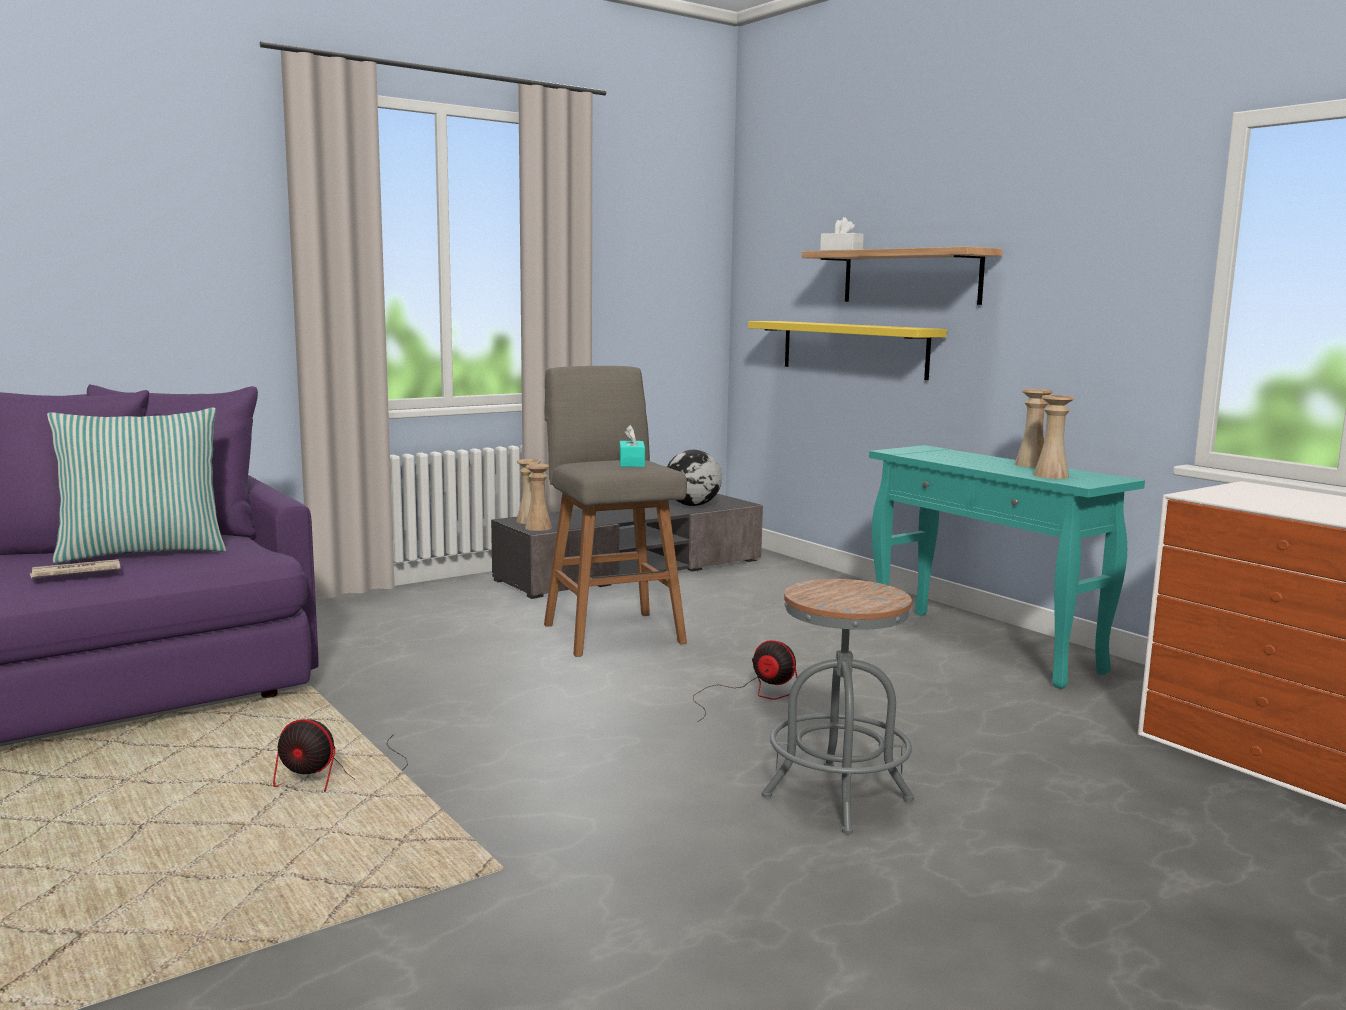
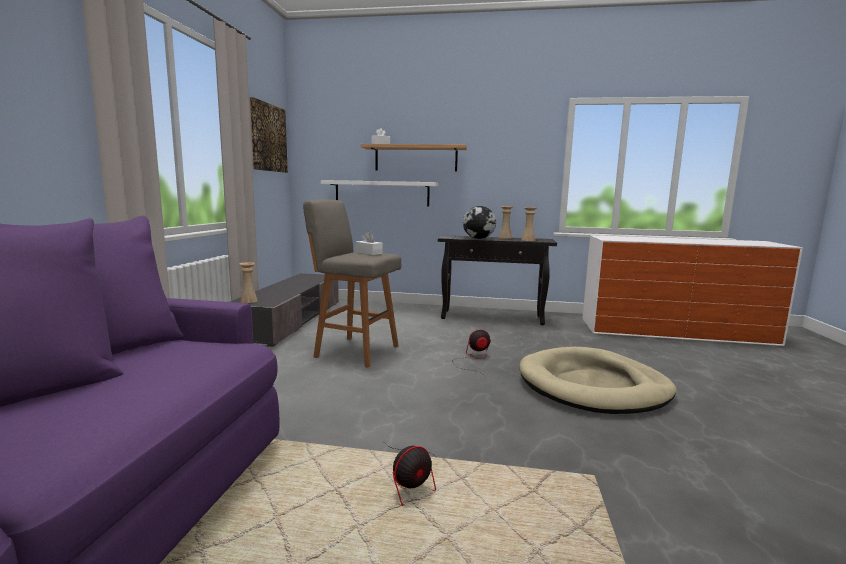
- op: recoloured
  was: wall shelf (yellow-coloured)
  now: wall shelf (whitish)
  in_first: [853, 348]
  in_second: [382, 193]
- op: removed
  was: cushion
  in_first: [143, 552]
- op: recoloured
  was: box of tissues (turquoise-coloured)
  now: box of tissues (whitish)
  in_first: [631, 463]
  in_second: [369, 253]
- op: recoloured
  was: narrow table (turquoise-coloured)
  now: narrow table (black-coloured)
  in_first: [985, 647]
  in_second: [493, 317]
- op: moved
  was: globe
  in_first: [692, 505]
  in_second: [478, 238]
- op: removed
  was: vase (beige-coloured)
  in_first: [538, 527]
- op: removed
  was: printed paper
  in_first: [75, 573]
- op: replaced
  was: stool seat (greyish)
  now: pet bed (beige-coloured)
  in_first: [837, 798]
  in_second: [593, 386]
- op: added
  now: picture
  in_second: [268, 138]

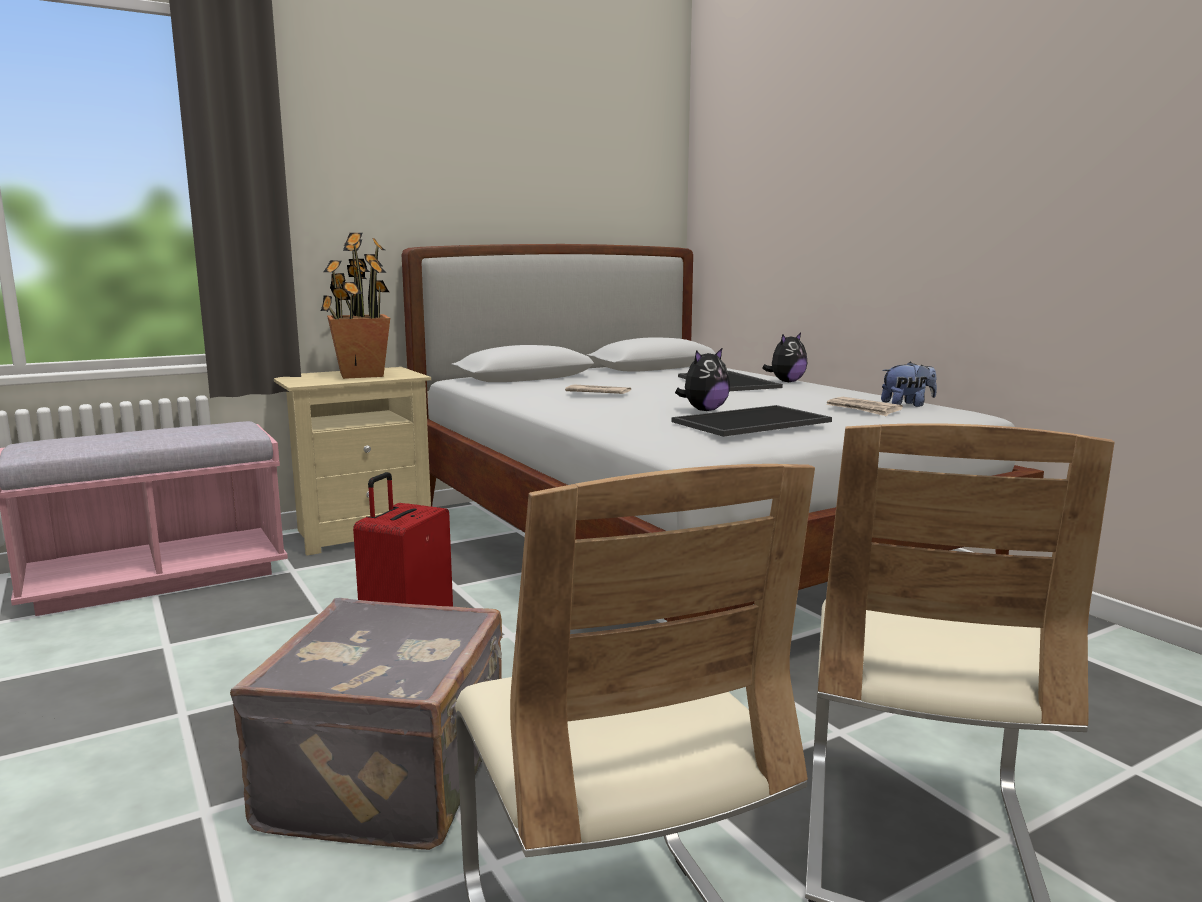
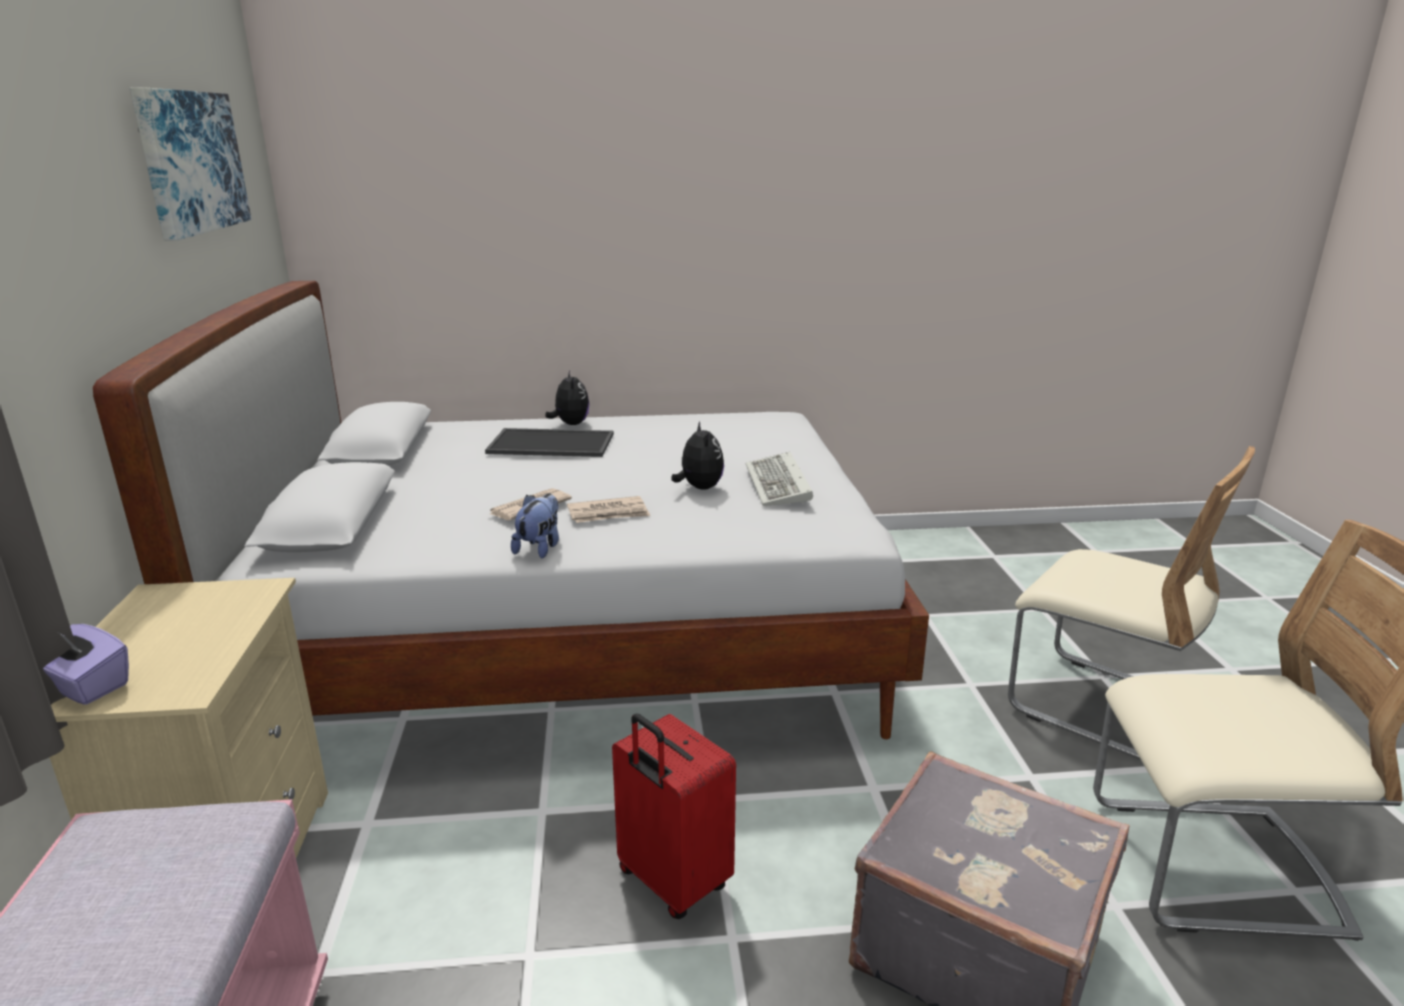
- op: removed
  was: potted plant
  in_first: [361, 375]
- op: moved
  was: plush toy
  in_first: [907, 405]
  in_second: [540, 547]
- op: moved
  was: printed paper
  in_first: [863, 409]
  in_second: [608, 514]
- op: replaced
  was: serving tray
  now: keyboard
  in_first: [752, 422]
  in_second: [779, 485]
- op: added
  now: picture
  in_second: [190, 162]
- op: added
  now: box of tissues (purplish)
  in_second: [85, 686]

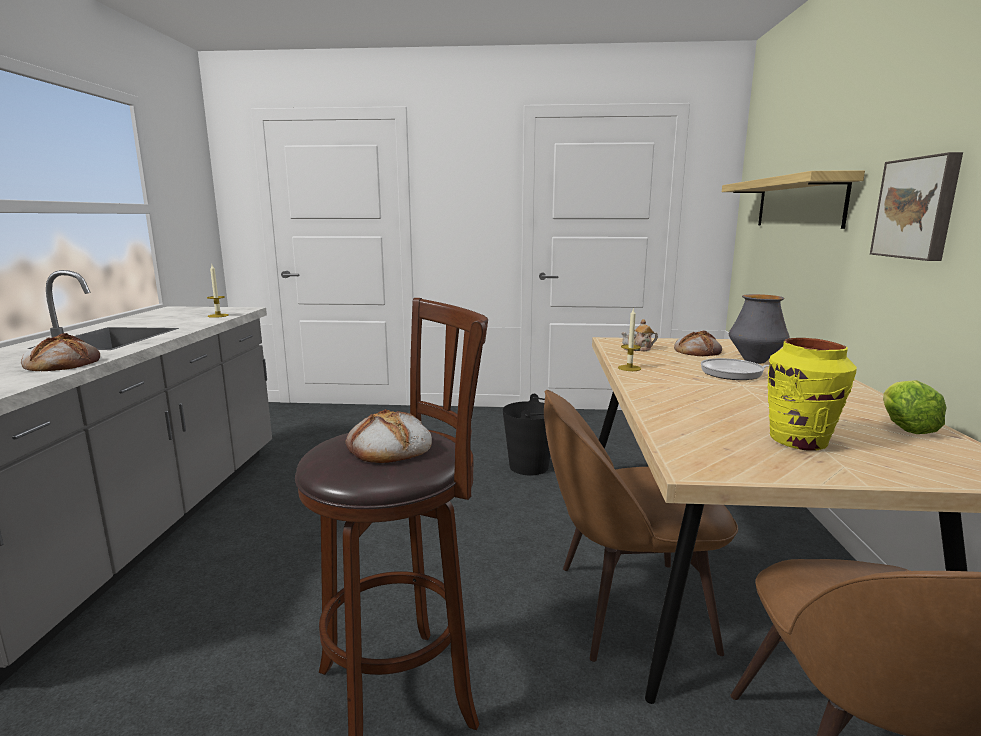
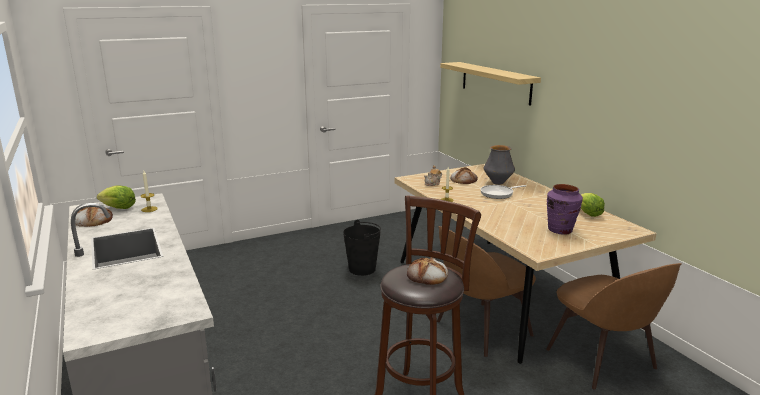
- op: removed
  was: picture
  in_first: [917, 208]
- op: moved
  was: baked bread
  in_first: [62, 363]
  in_second: [93, 220]
- op: recoloured
  was: vase (yellow-coloured)
  now: vase (purplish)
  in_first: [799, 441]
  in_second: [560, 230]
- op: added
  now: lettuce
  in_second: [118, 208]

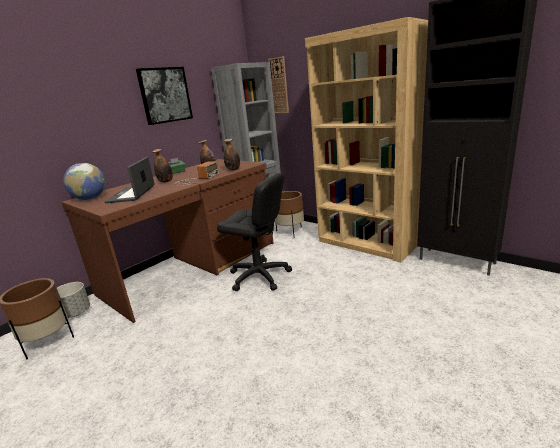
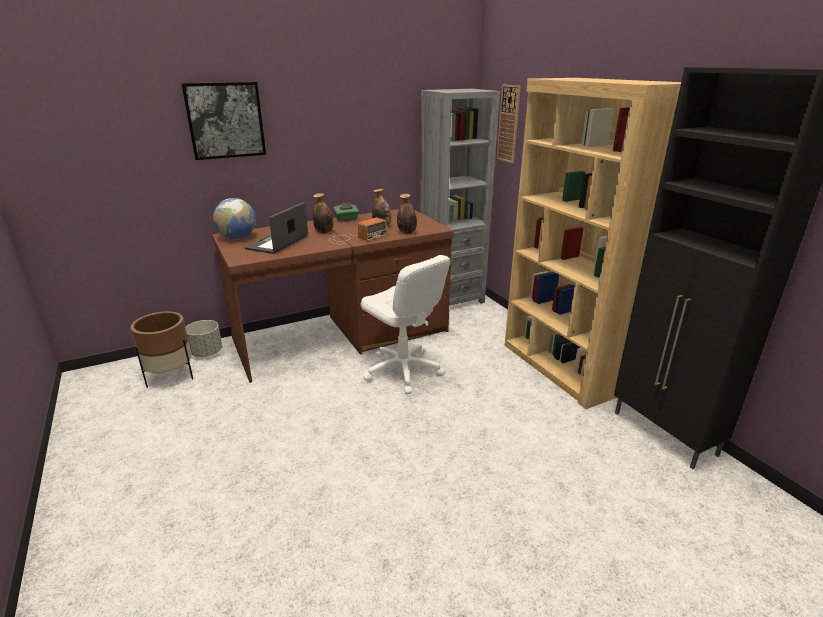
- op: moved
  was: picture
  in_first: [165, 95]
  in_second: [225, 120]
- op: recoloured
  was: office chair (black-coloured)
  now: office chair (whitish)
  in_first: [259, 276]
  in_second: [403, 371]
- op: removed
  was: planter (brownish)
  in_first: [290, 232]

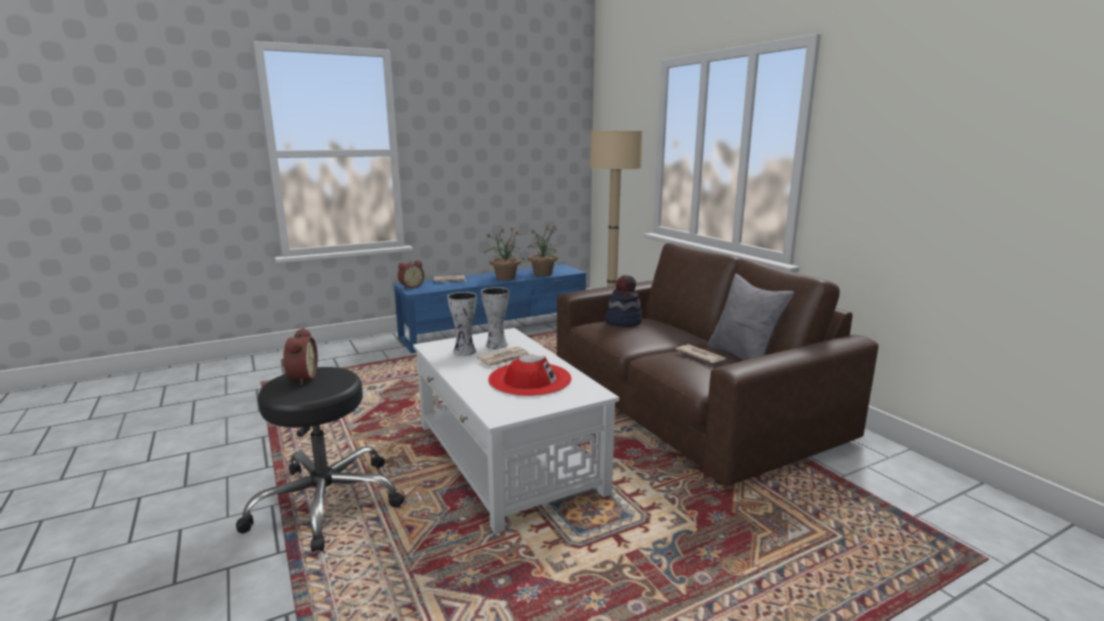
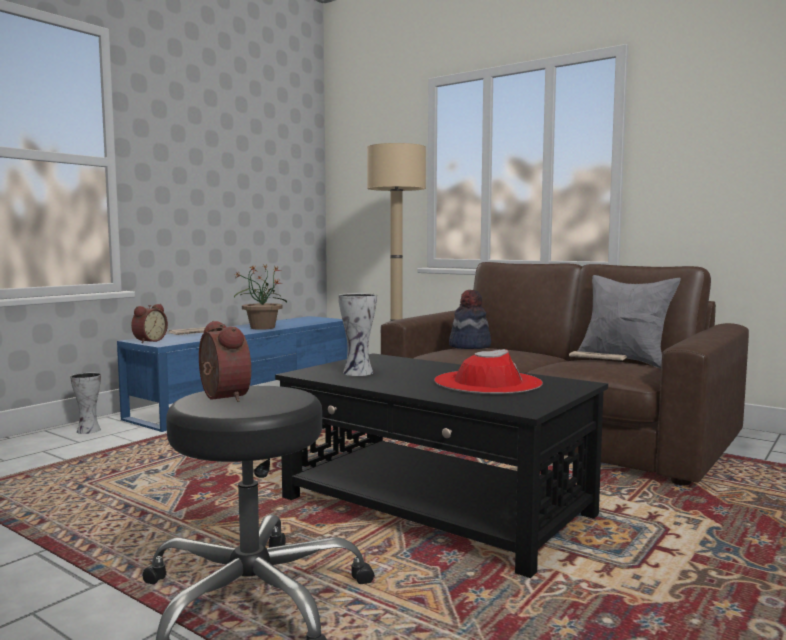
- op: removed
  was: potted plant
  in_first: [543, 273]
- op: moved
  was: vase
  in_first: [495, 345]
  in_second: [87, 430]
- op: recoloured
  was: lounge table (whitish)
  now: lounge table (black-coloured)
  in_first: [506, 459]
  in_second: [436, 508]
- op: removed
  was: printed paper
  in_first: [505, 359]

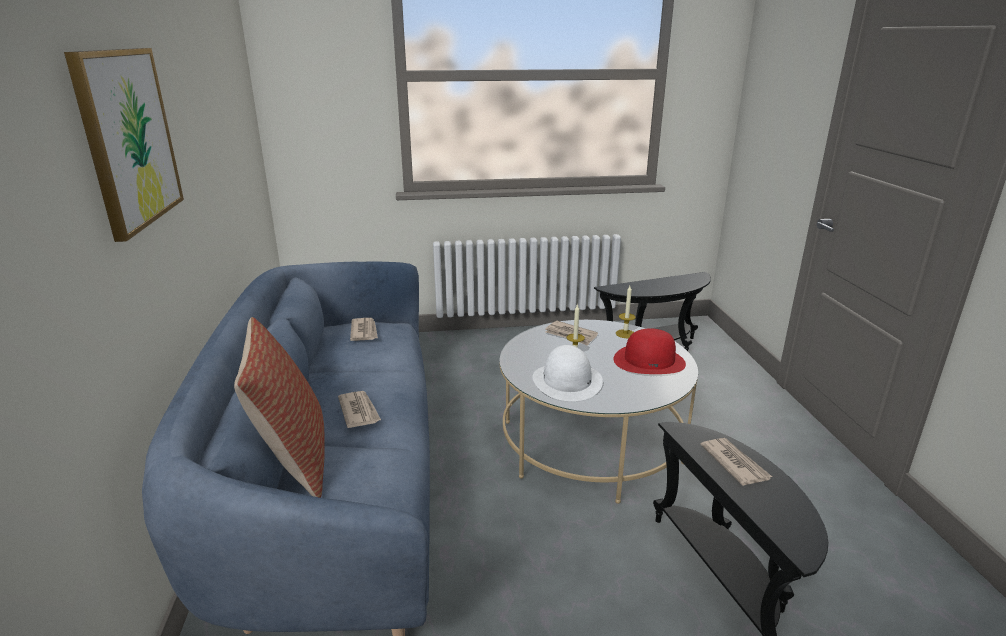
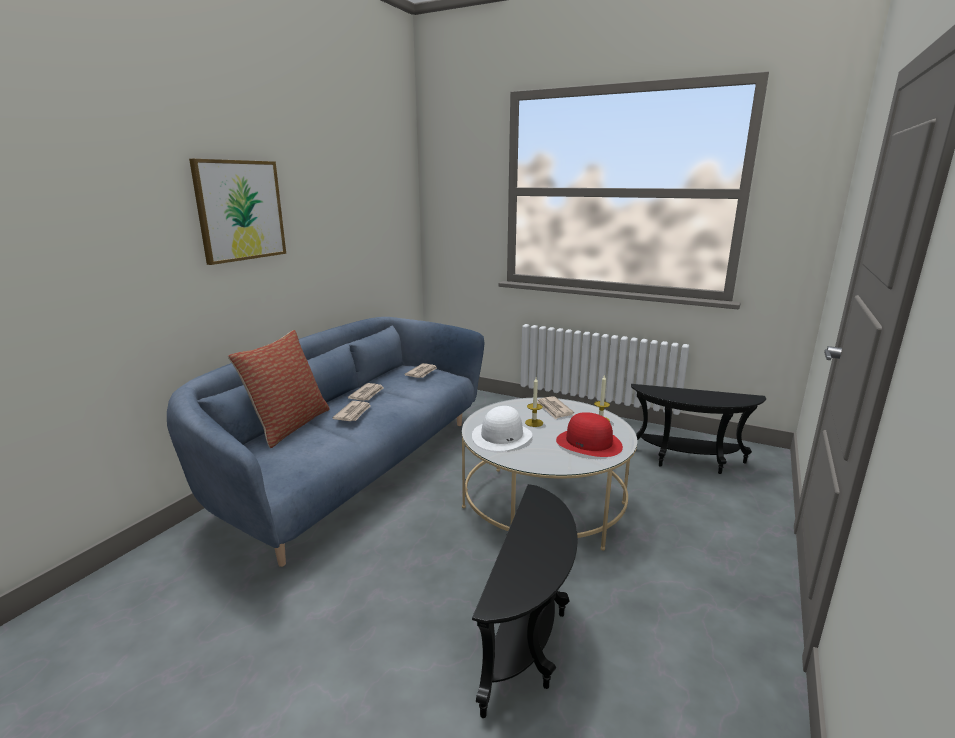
- op: moved
  was: printed paper
  in_first: [734, 463]
  in_second: [367, 394]

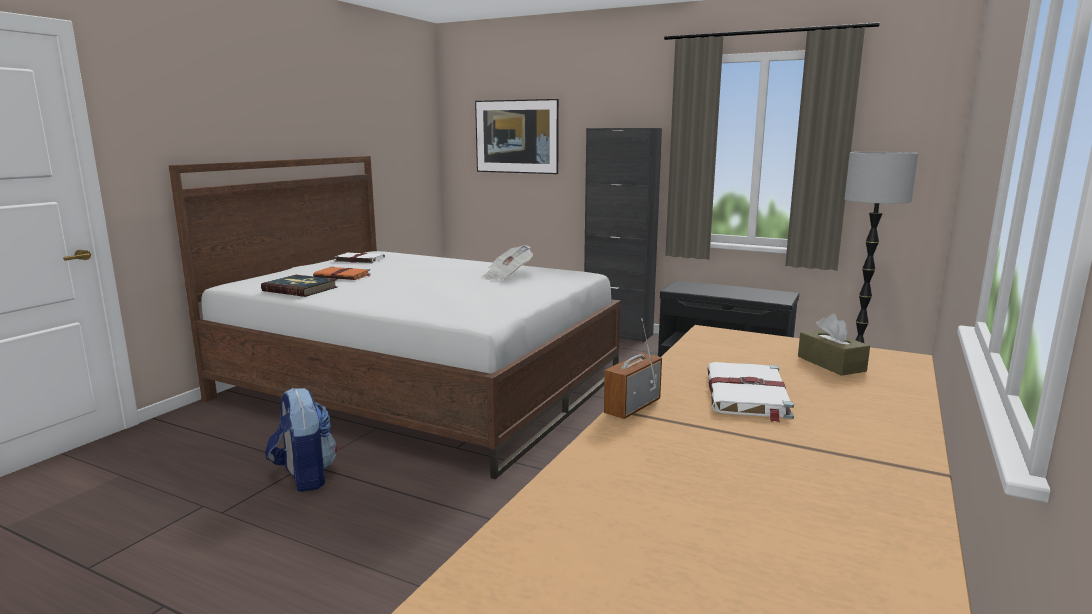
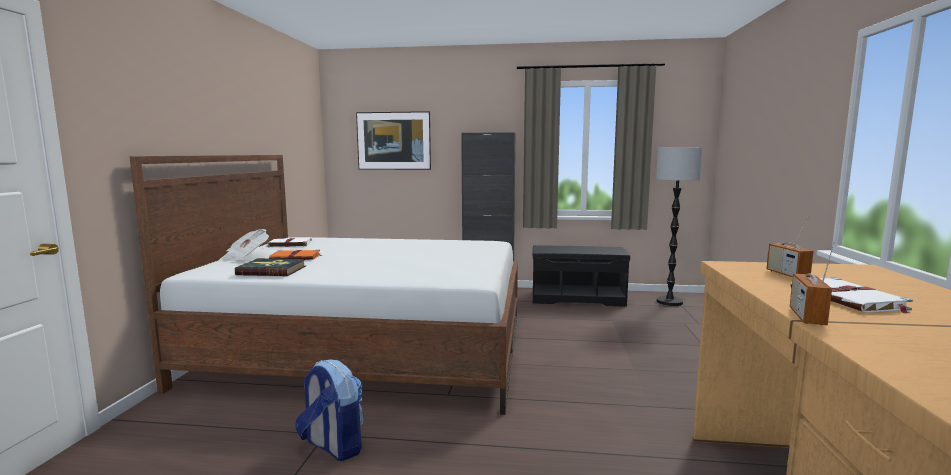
- op: moved
  was: printed paper
  in_first: [507, 277]
  in_second: [245, 258]
- op: removed
  was: box of tissues (brownish)
  in_first: [831, 363]
- op: added
  now: radio set
  in_second: [787, 274]

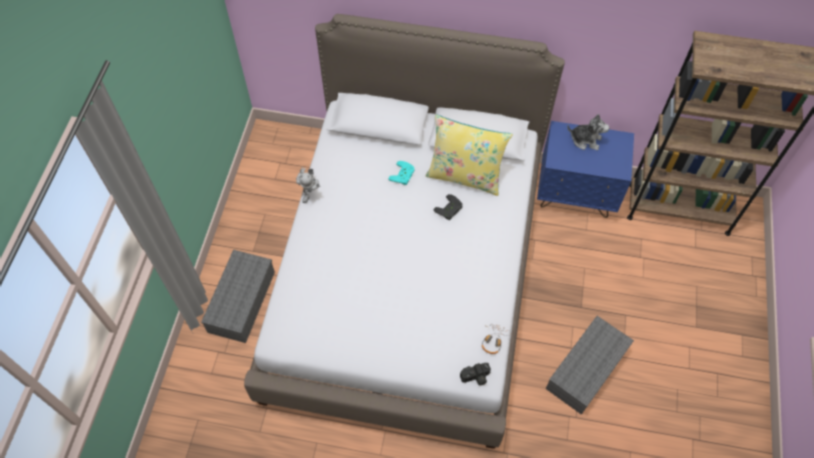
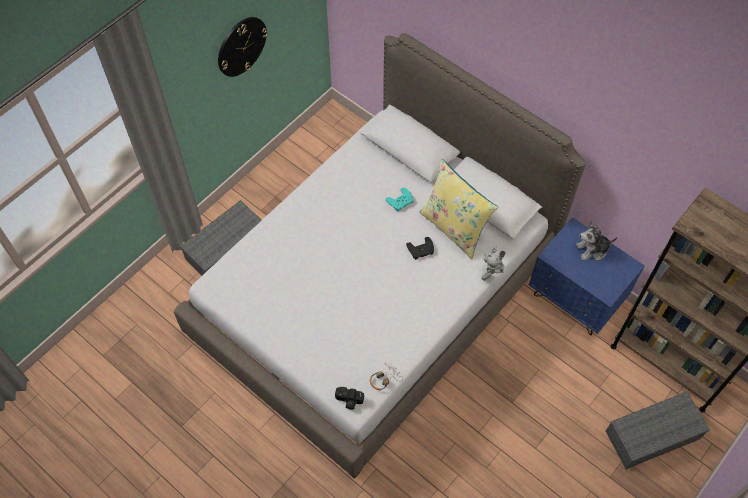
- op: turned
  was: plush toy
  in_first: [585, 140]
  in_second: [592, 249]
  clockwise: 120
- op: moved
  was: toy robot
  in_first: [310, 192]
  in_second: [492, 272]
- op: moved
  was: storage bin (greyish)
  in_first: [586, 368]
  in_second: [653, 433]
- op: added
  now: wall clock
  in_second: [241, 46]

